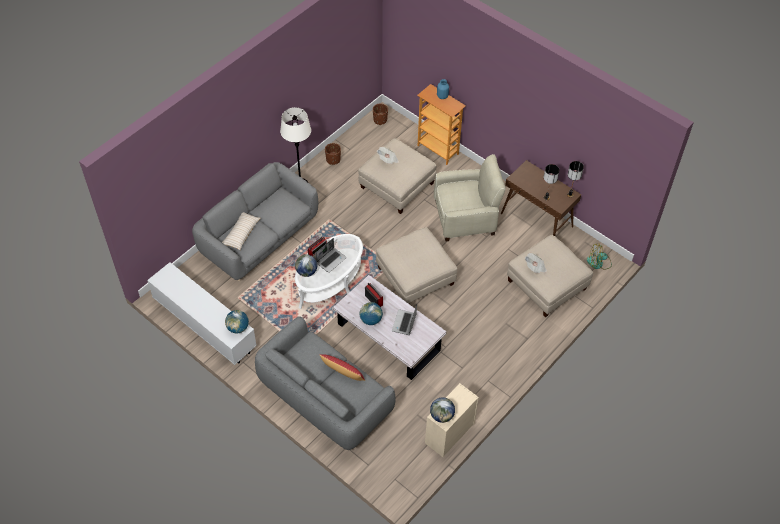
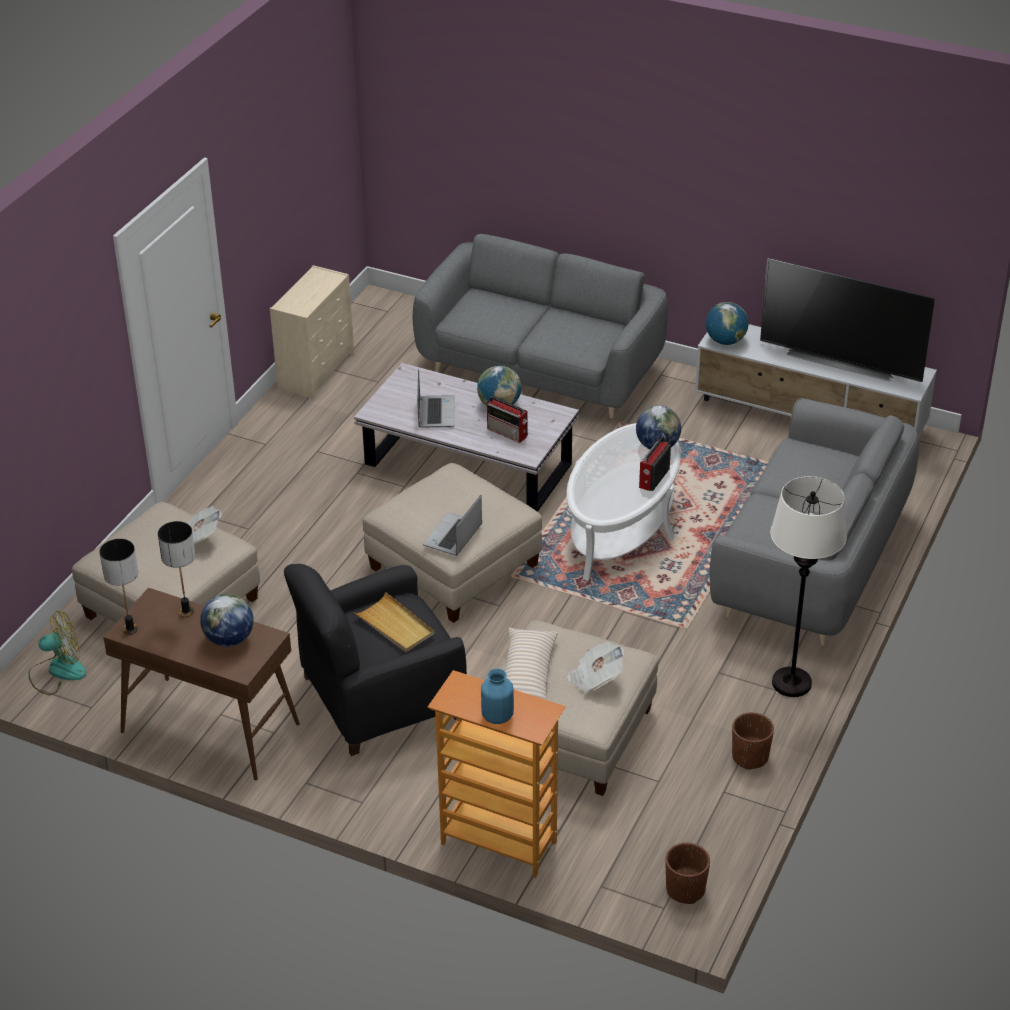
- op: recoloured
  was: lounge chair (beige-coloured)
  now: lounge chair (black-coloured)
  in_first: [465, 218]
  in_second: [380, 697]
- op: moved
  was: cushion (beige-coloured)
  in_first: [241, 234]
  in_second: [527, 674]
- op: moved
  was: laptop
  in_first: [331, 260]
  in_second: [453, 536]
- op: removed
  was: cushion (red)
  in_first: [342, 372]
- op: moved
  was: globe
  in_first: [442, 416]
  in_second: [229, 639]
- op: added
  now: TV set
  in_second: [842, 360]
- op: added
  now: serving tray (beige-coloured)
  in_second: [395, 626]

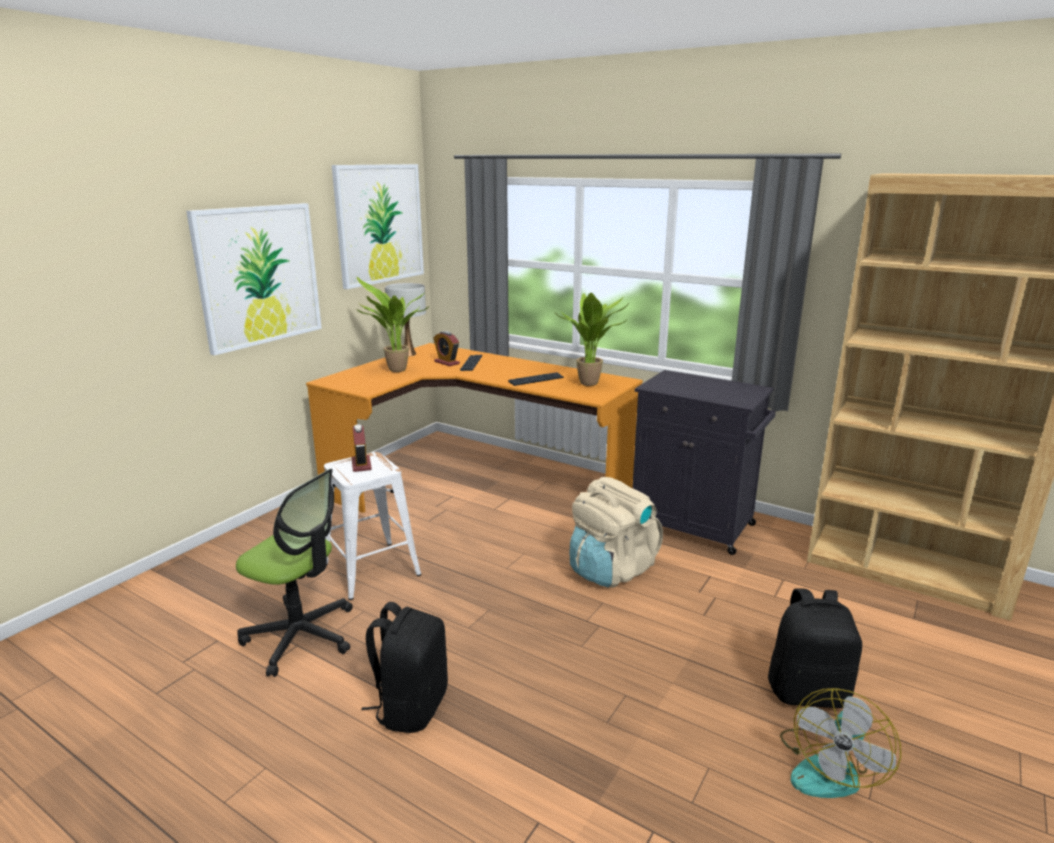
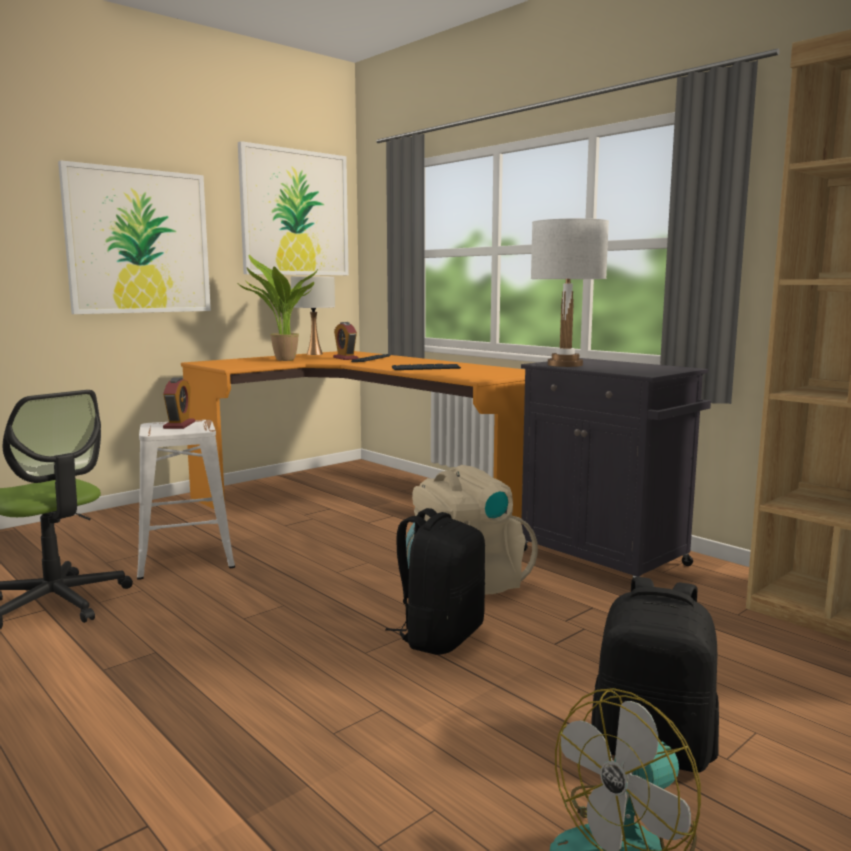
- op: removed
  was: potted plant
  in_first: [592, 384]
- op: moved
  was: rucksack (black-coloured)
  in_first: [411, 706]
  in_second: [440, 636]
- op: added
  now: lamp for a table (whitish)
  in_second: [565, 365]

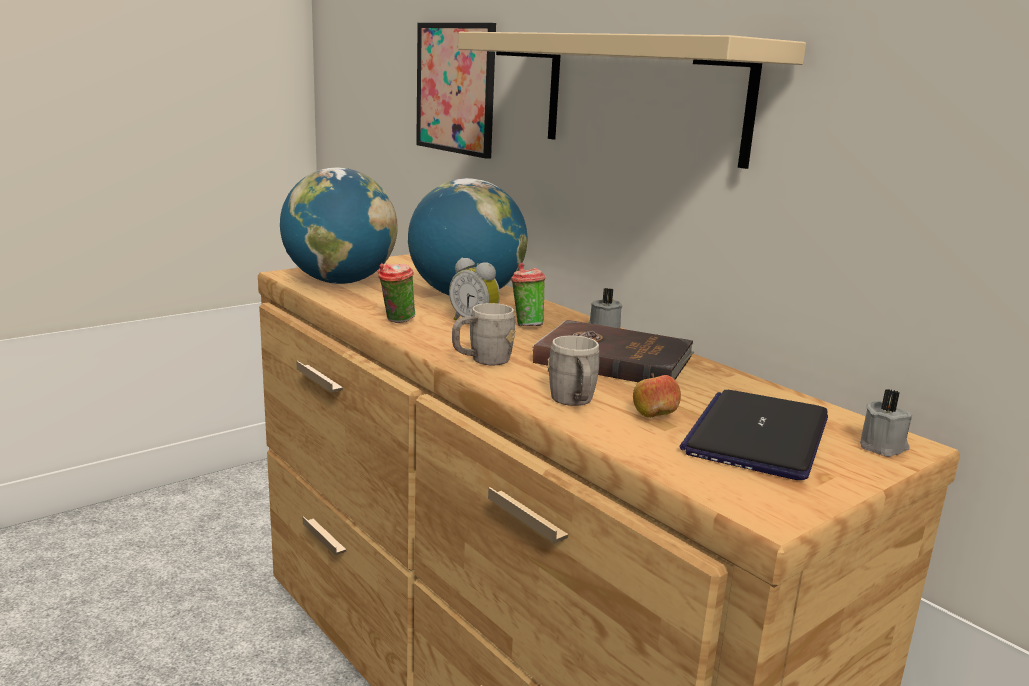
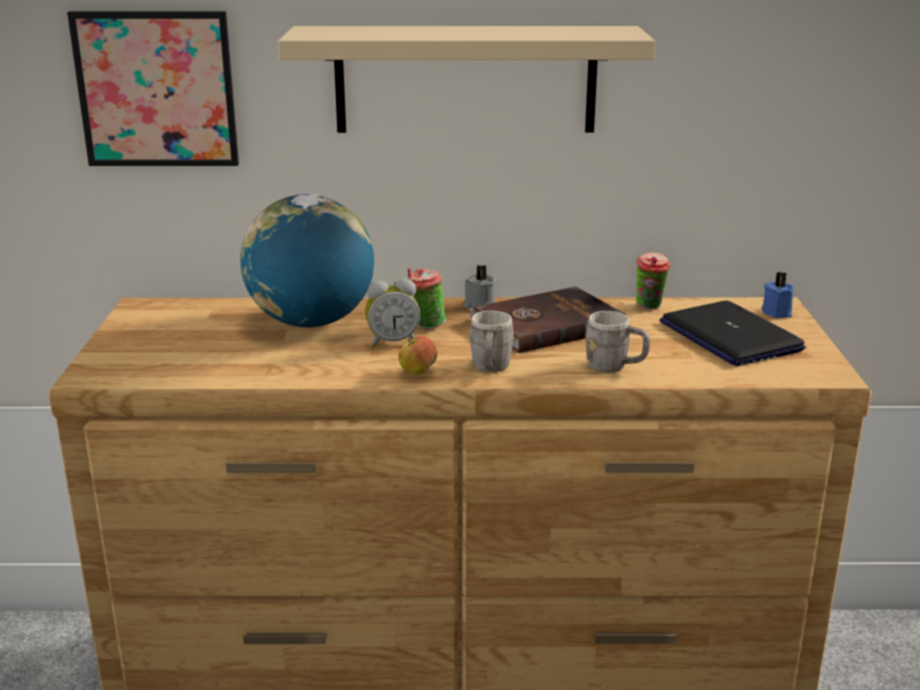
- op: removed
  was: globe
  in_first: [340, 282]
- op: moved
  was: cup
  in_first: [396, 321]
  in_second: [650, 307]
- op: moved
  was: apple fruit
  in_first: [654, 416]
  in_second: [417, 372]
- op: recoloured
  was: candle (greyish)
  now: candle (blue-coloured)
  in_first: [883, 447]
  in_second: [777, 312]

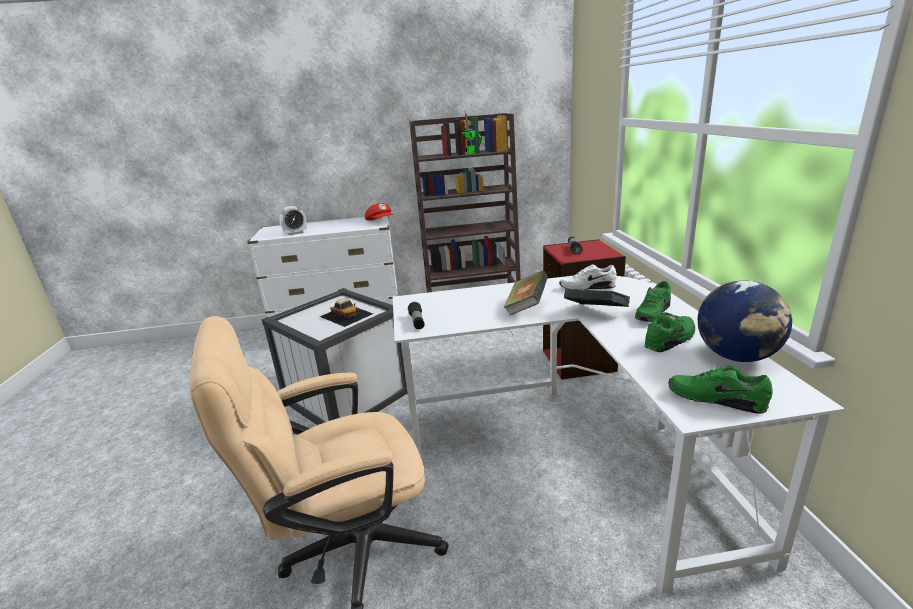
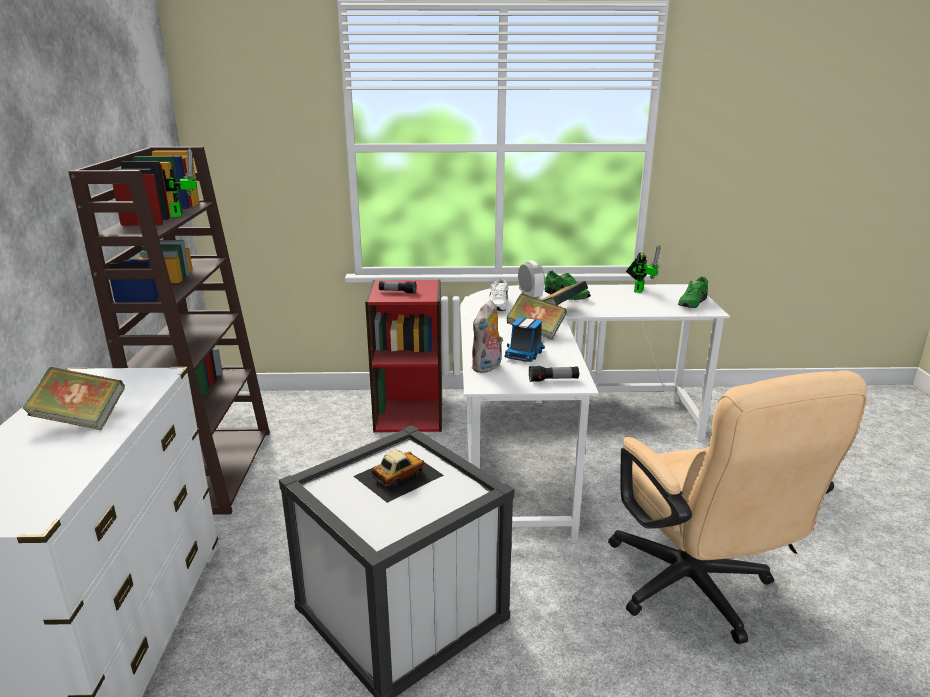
- op: removed
  was: peaked cap (red)
  in_first: [380, 222]
- op: moved
  was: table clock
  in_first: [295, 233]
  in_second: [530, 296]
- op: replaced
  was: globe
  now: toy robot
  in_first: [737, 356]
  in_second: [639, 289]
- op: removed
  was: shoe (green)
  in_first: [671, 339]
- op: added
  now: plush toy
  in_second: [487, 367]
- op: added
  now: toy lorry
  in_second: [524, 354]
- op: added
  now: bound book
  in_second: [81, 420]

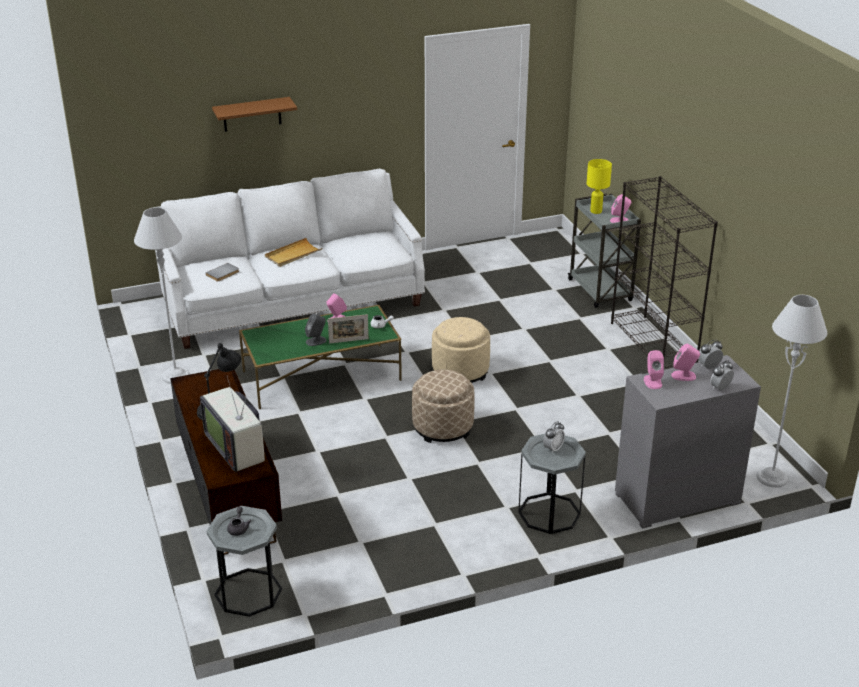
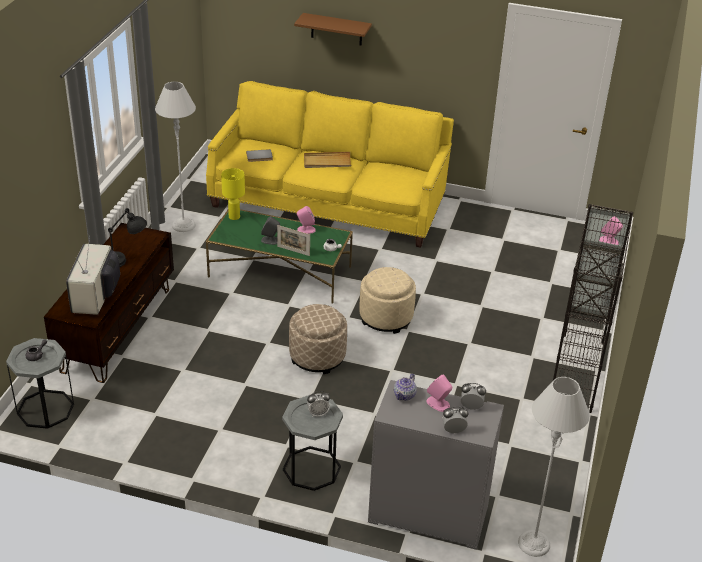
- op: moved
  was: lamp for a table (yellow-coloured)
  in_first: [596, 211]
  in_second: [234, 217]
- op: recoloured
  was: couch (whitish)
  now: couch (yellow-coloured)
  in_first: [292, 301]
  in_second: [329, 202]
- op: replaced
  was: audio speaker (pinkish)
  now: teapot
  in_first: [652, 381]
  in_second: [405, 395]

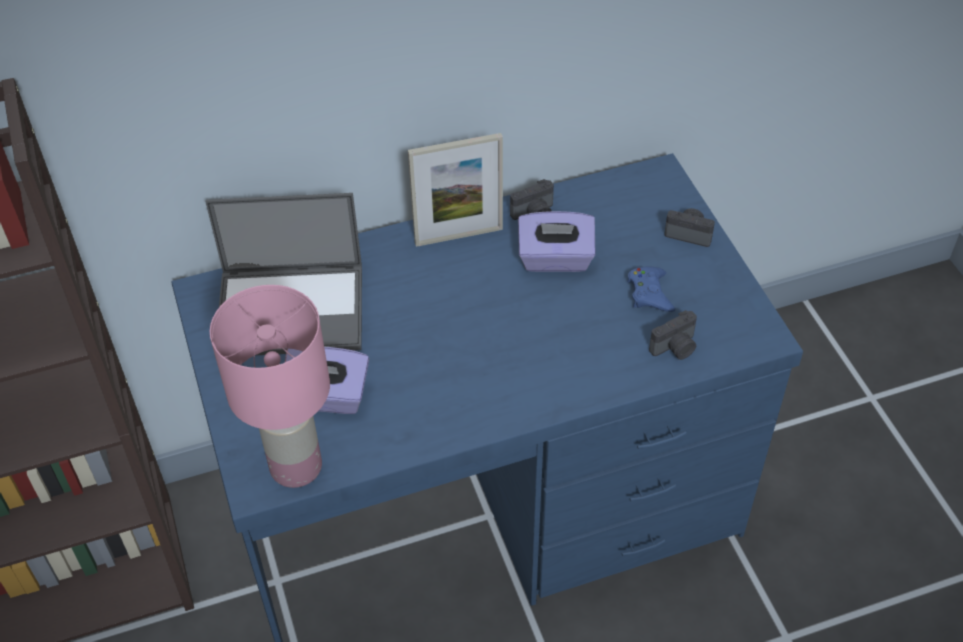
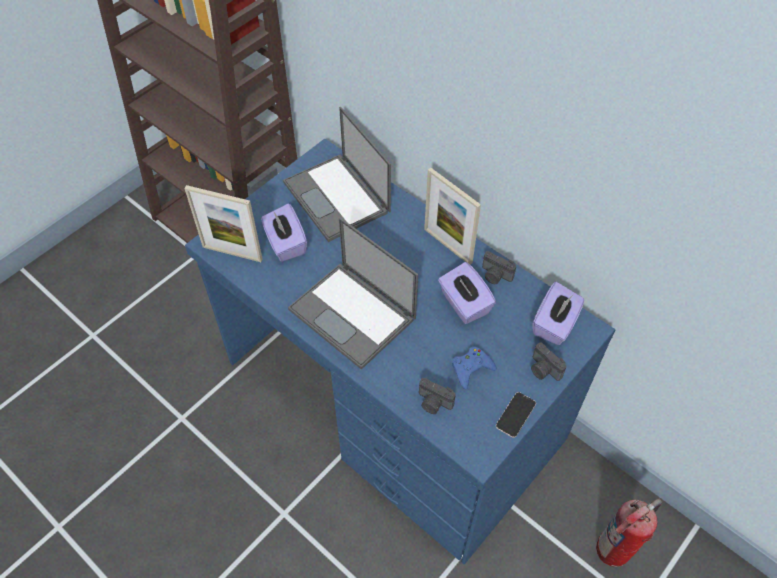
- op: turned
  was: photo camera
  in_first: [689, 233]
  in_second: [543, 370]
  clockwise: 150
- op: replaced
  was: lamp for a table (pinkish)
  now: photo frame
  in_first: [296, 465]
  in_second: [232, 253]
- op: added
  now: laptop
  in_second: [354, 314]
- op: added
  now: box of tissues (purplish)
  in_second: [555, 324]
- op: added
  now: handset
  in_second: [515, 415]
- op: added
  now: fire extinguisher
  in_second: [613, 550]

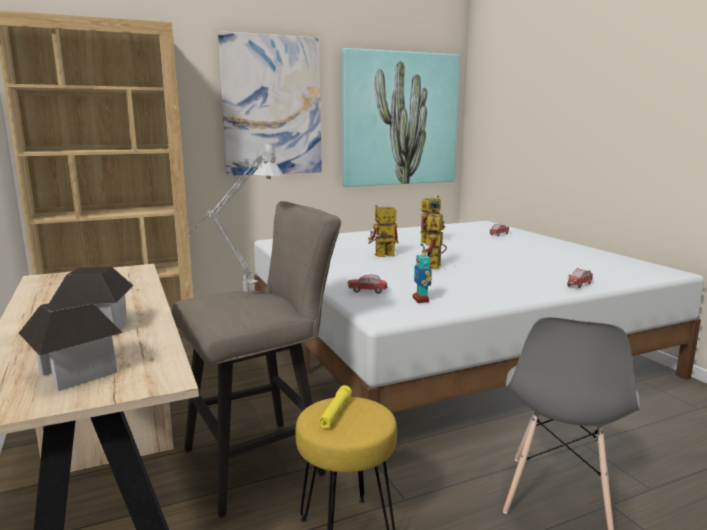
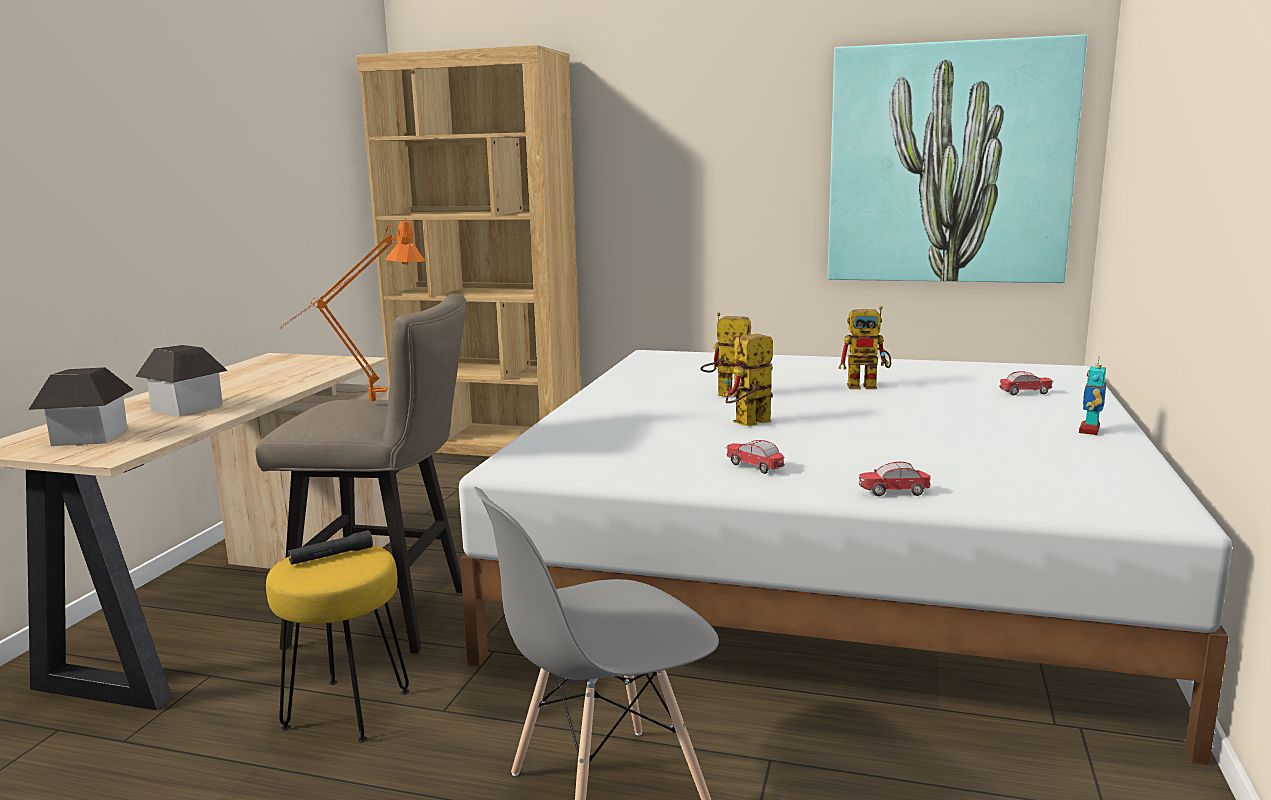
- op: removed
  was: picture
  in_first: [272, 106]
- op: recoloured
  was: lamp for a table (greyish)
  now: lamp for a table (orangey)
  in_first: [240, 295]
  in_second: [363, 404]
- op: moved
  was: toy robot
  in_first: [421, 299]
  in_second: [1090, 431]
- op: moved
  was: model car
  in_first: [367, 291]
  in_second: [754, 467]
- op: recoloured
  was: hand torch (yellow-coloured)
  now: hand torch (black-coloured)
  in_first: [335, 413]
  in_second: [331, 556]

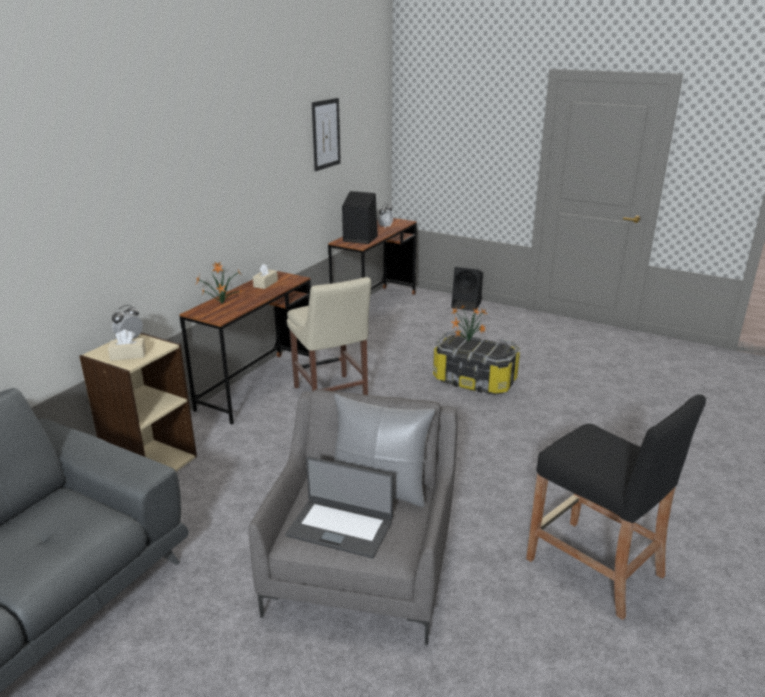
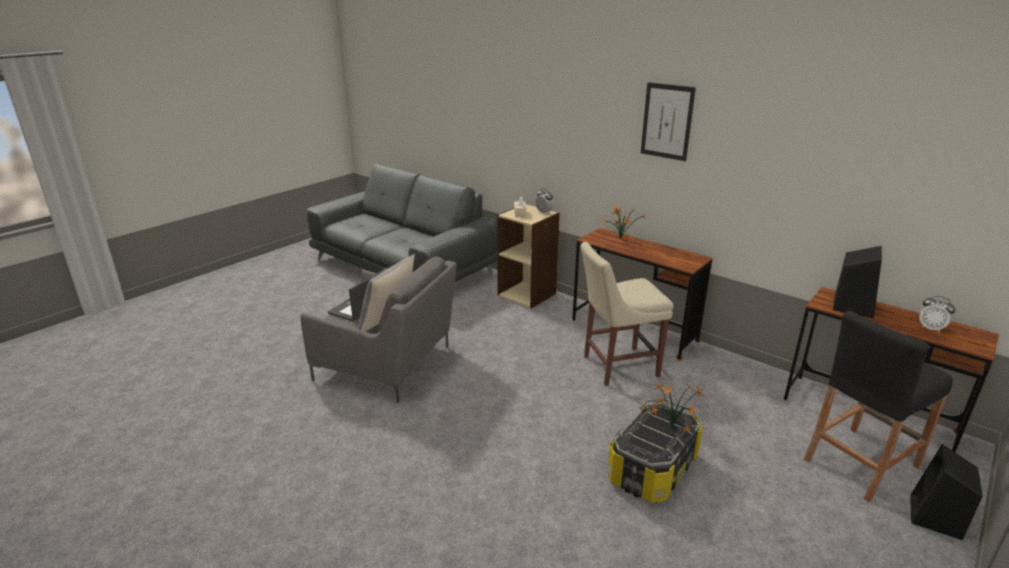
- op: moved
  was: picture
  in_first: [326, 134]
  in_second: [667, 121]
- op: removed
  was: box of tissues (beige-coloured)
  in_first: [265, 284]
- op: moved
  was: stool seat (black-coloured)
  in_first: [594, 567]
  in_second: [860, 462]

